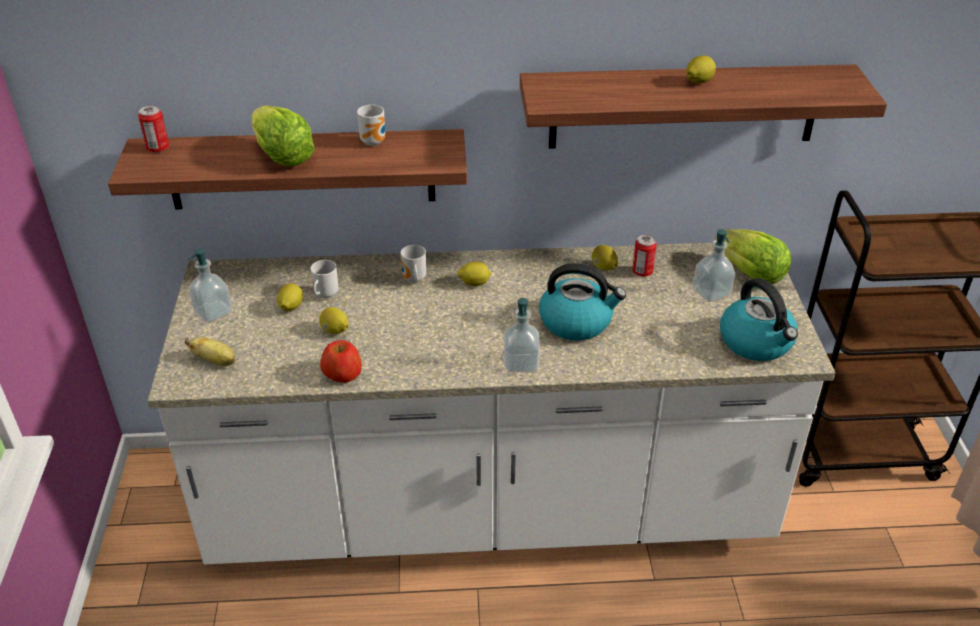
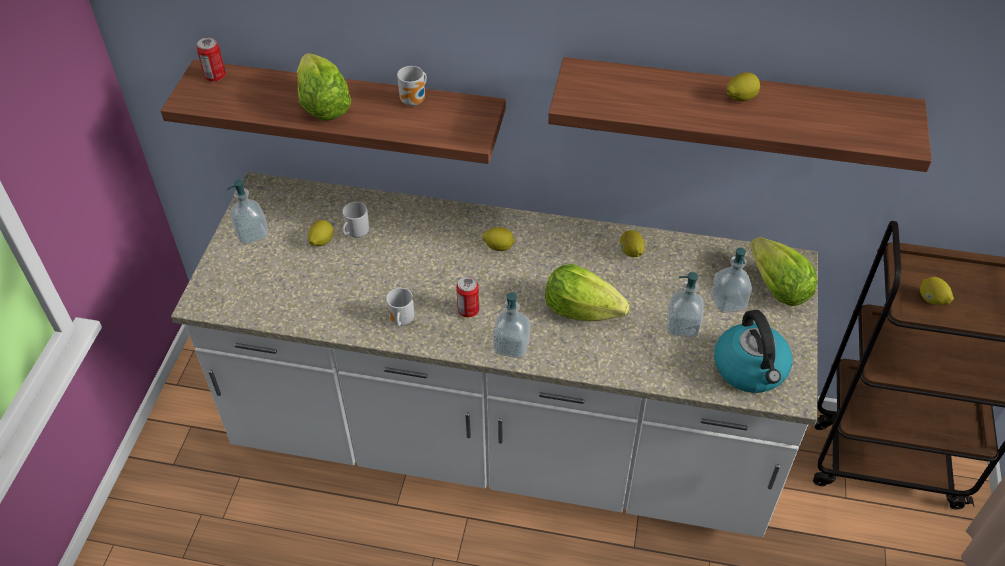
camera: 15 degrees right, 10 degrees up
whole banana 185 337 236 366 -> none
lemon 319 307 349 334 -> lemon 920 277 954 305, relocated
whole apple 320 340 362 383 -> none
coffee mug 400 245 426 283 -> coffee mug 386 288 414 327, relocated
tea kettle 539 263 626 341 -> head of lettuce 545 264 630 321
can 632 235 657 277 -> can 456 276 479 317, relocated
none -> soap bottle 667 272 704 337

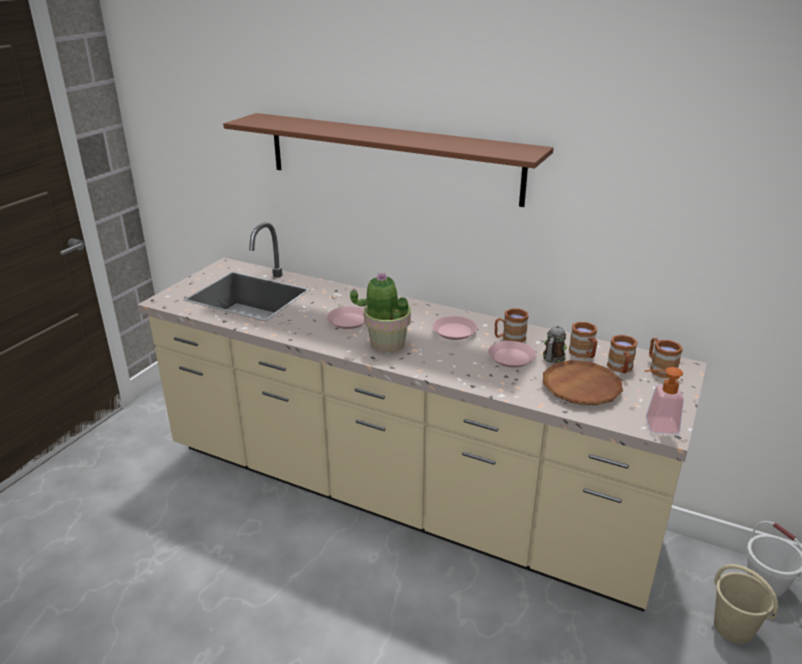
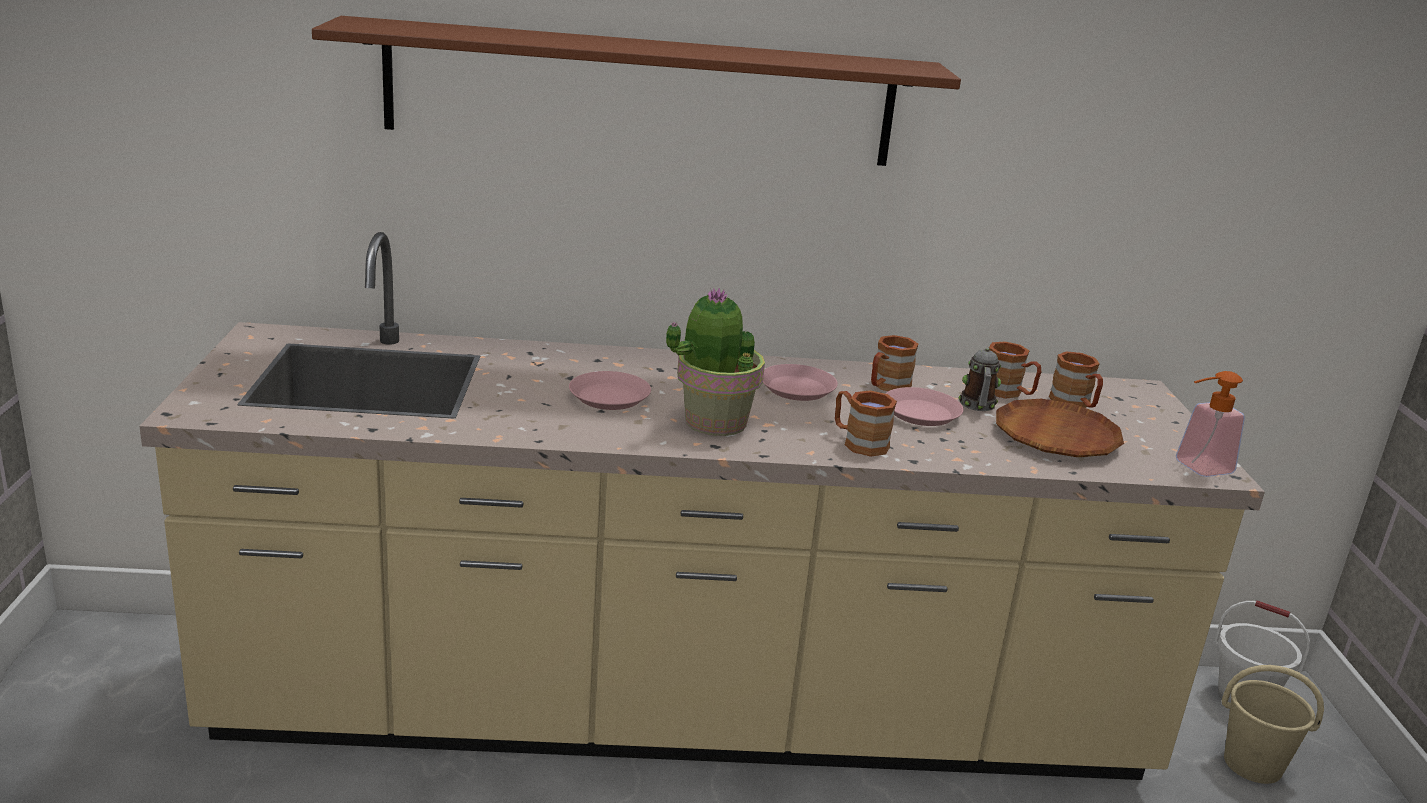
camera: 30 degrees left, 5 degrees down
coffee mug/brown 649 338 683 378 -> coffee mug/brown 835 390 897 457, relocated

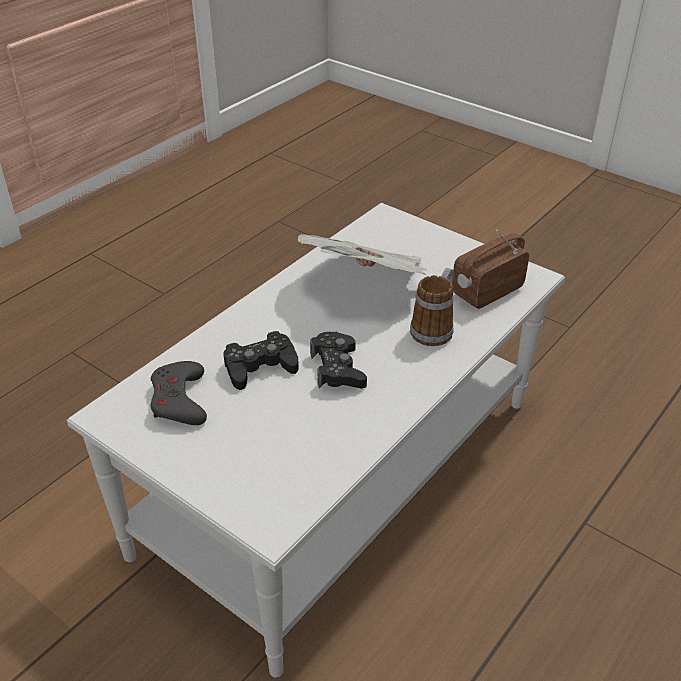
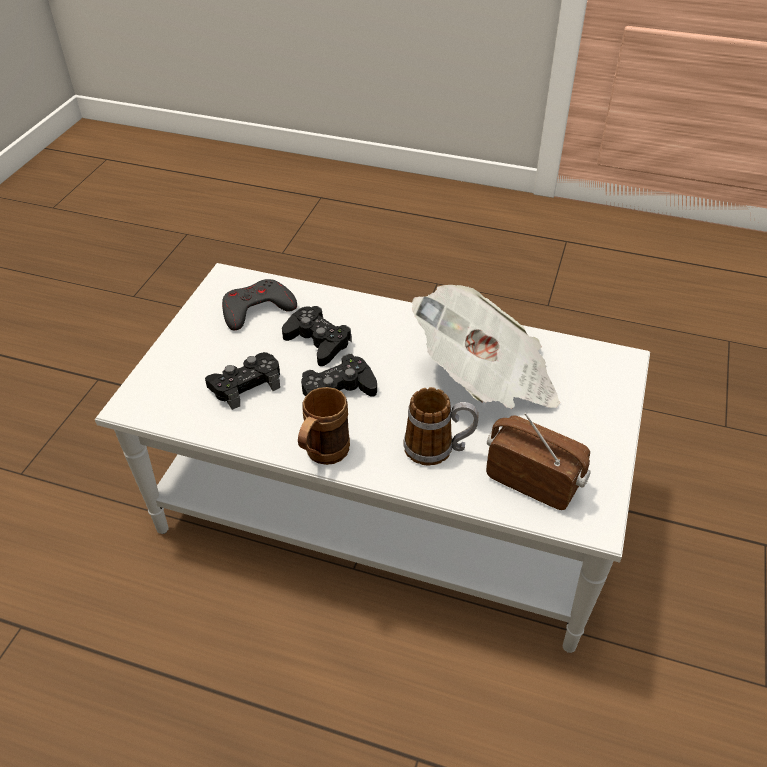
camera: 70 degrees right, 5 degrees up
none -> game controller/blackish 205 352 280 410
none -> coffee mug/brown 298 387 350 465

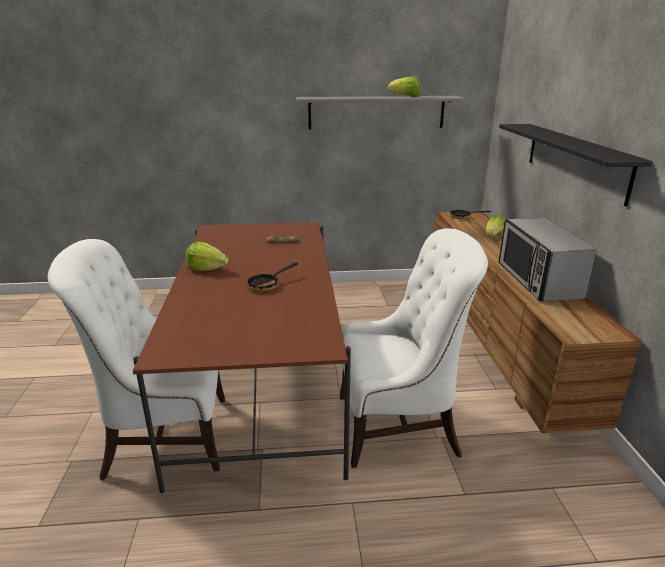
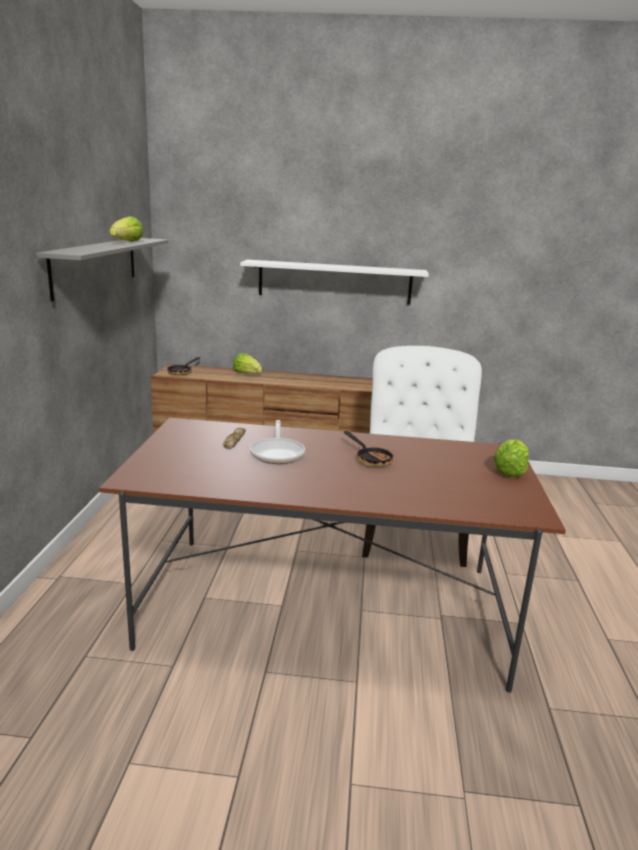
camera: 80 degrees left, 5 degrees down
upright chair/white-coloured 48 239 225 481 -> none
head of lettuce 185 242 229 271 -> head of lettuce 493 440 529 477, relocated
wall shelf/blackish 499 124 653 207 -> wall shelf/white-coloured 240 260 429 305
microwave oven 499 218 596 301 -> none
none -> skillet 250 420 305 464

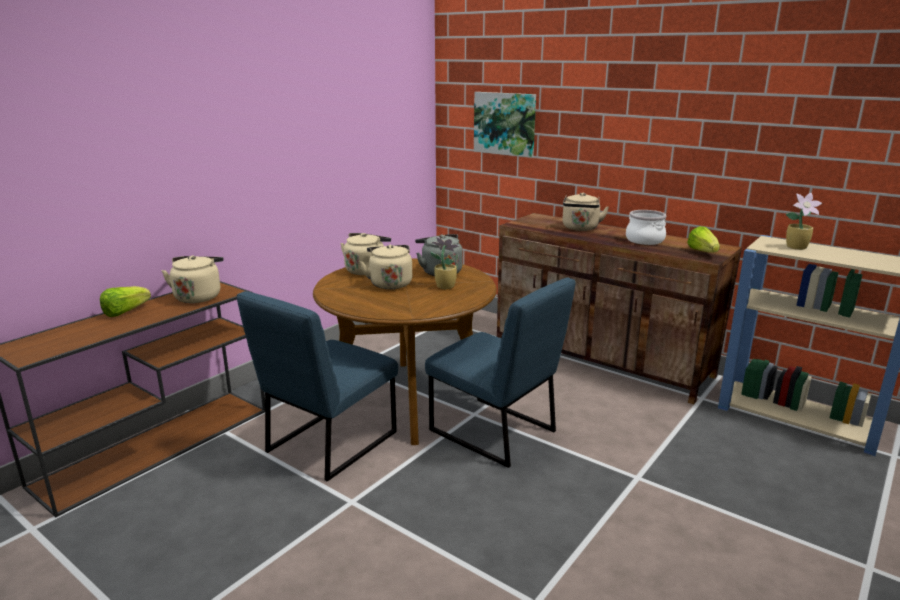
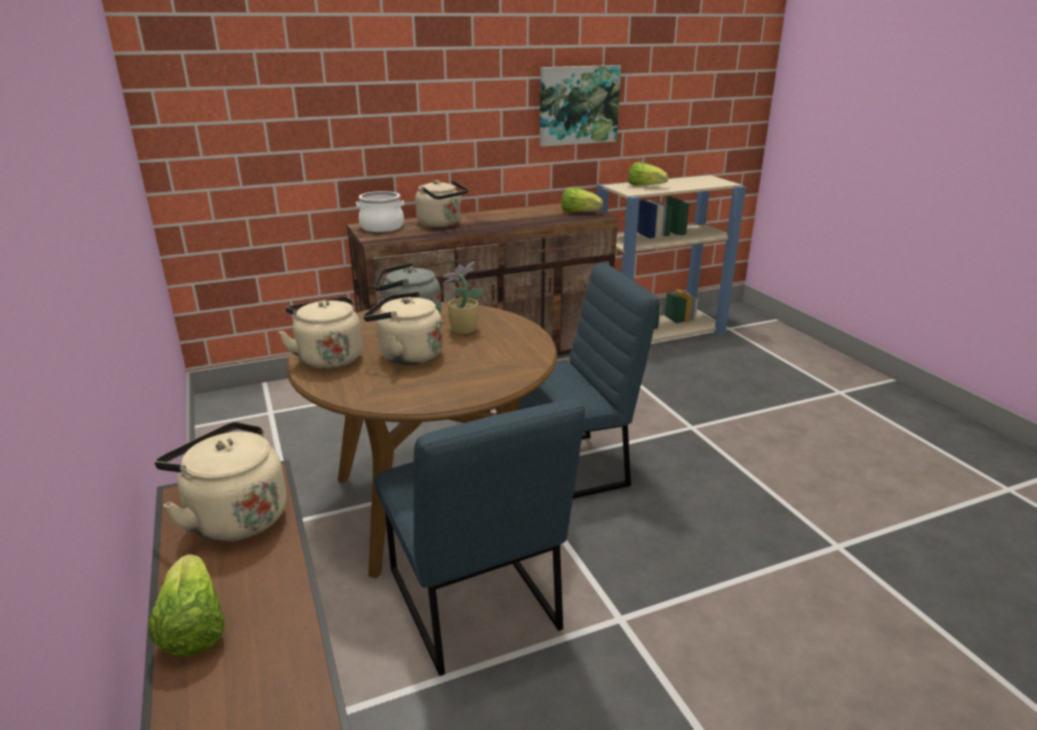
camera: 60 degrees left, 5 degrees up
wall art 474 92 536 158 -> wall art 540 65 621 147, relocated
cooking pot 626 210 666 245 -> cooking pot 356 191 405 232, relocated
houseplant 785 193 822 250 -> head of lettuce 628 162 669 186

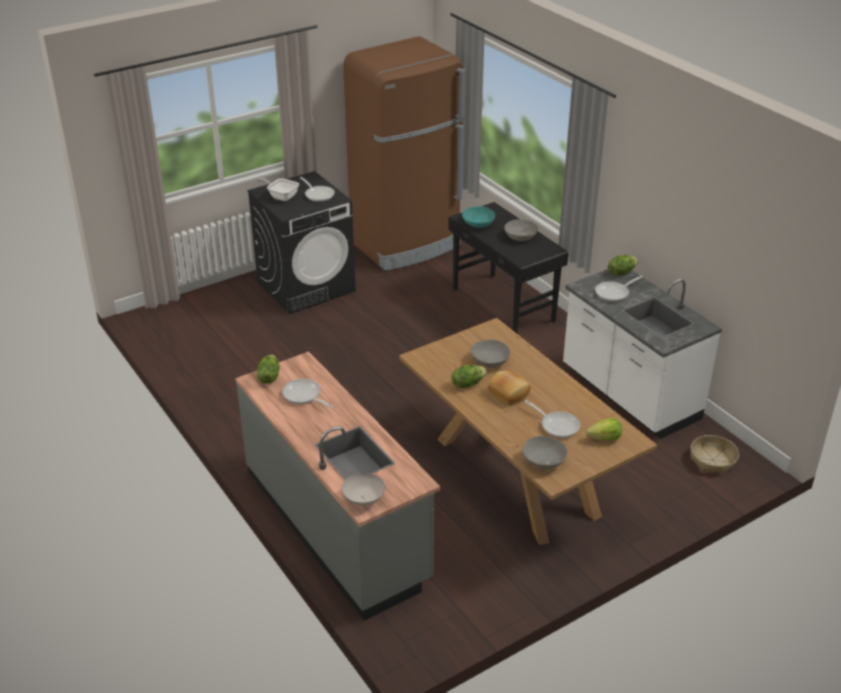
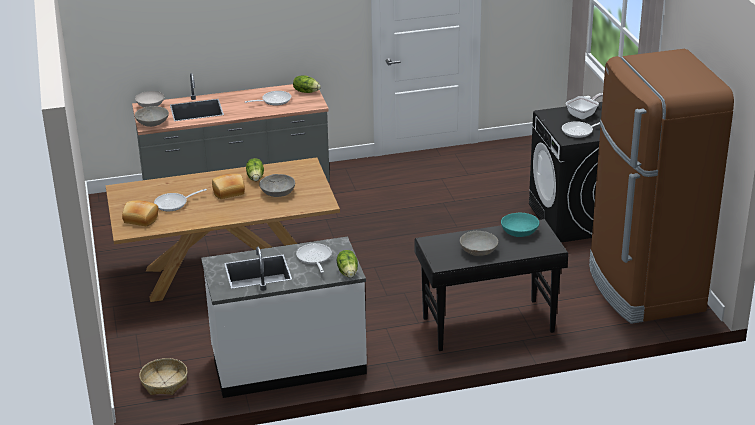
camera: 110 degrees right, 5 degrees down
serving bowl/gray 522 436 568 469 -> serving bowl/gray 135 106 169 127, relocated
head of lettuce 586 418 622 441 -> baked bread 122 201 158 226

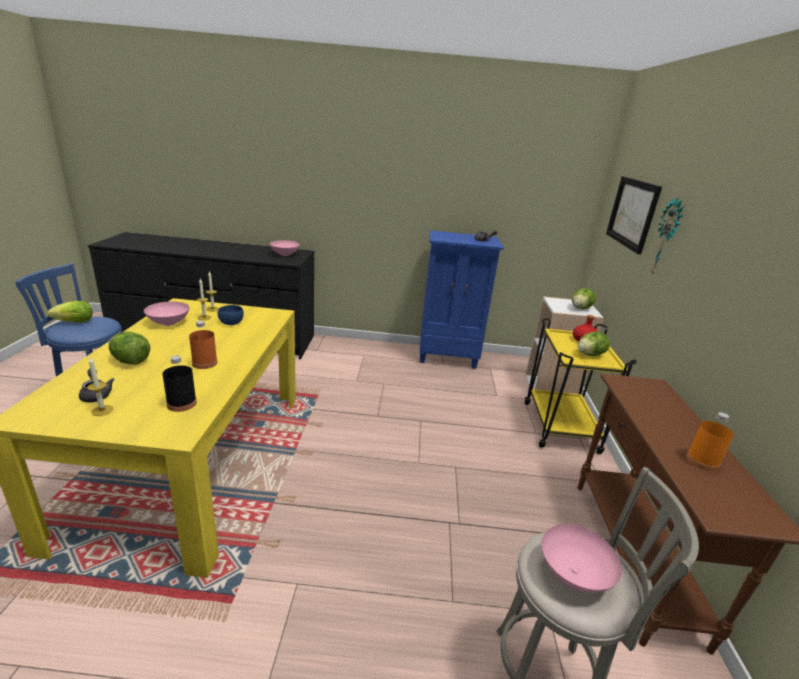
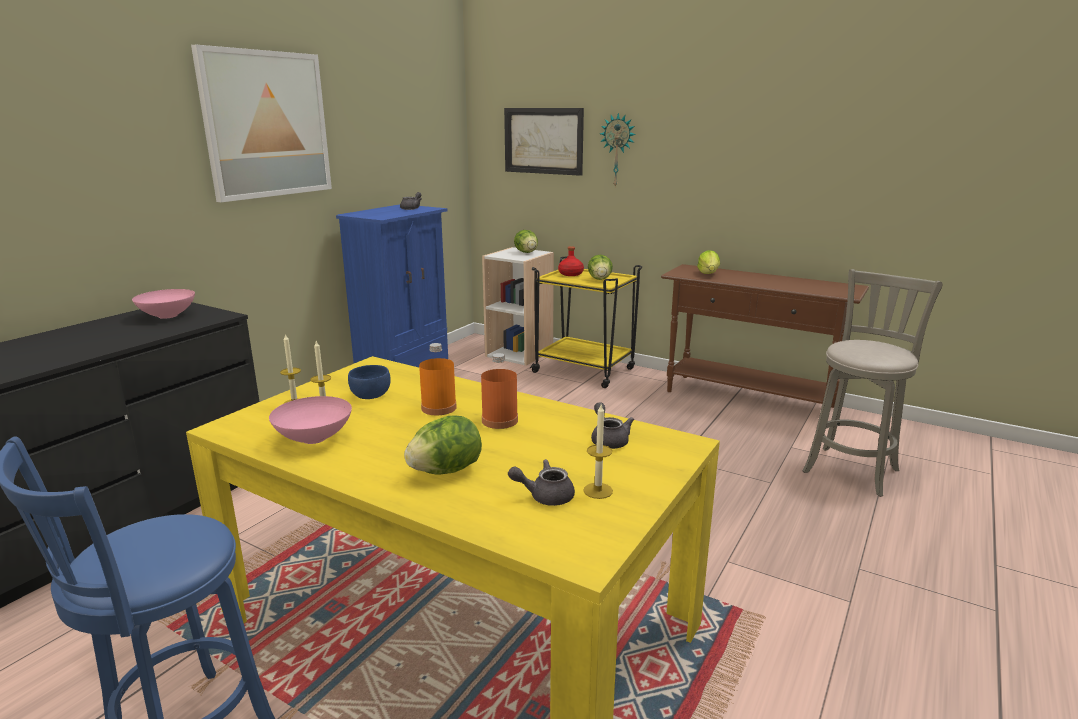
camera: 60 degrees left, 5 degrees down
head of lettuce 48 301 93 322 -> head of lettuce 697 250 720 274, relocated
beverage bottle/blackish 162 356 197 412 -> teapot/gray 591 402 634 449
serving bowl/pink-coloured 541 524 622 593 -> none
beverage bottle/orangey 686 412 734 471 -> beverage bottle/orangey 419 343 457 415, relocated
none -> wall art 191 45 332 202

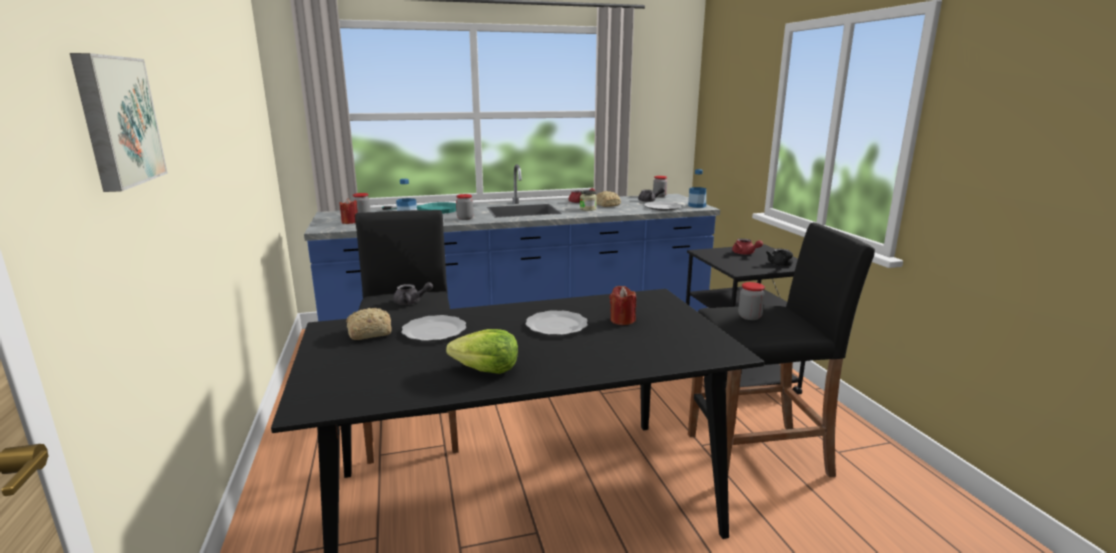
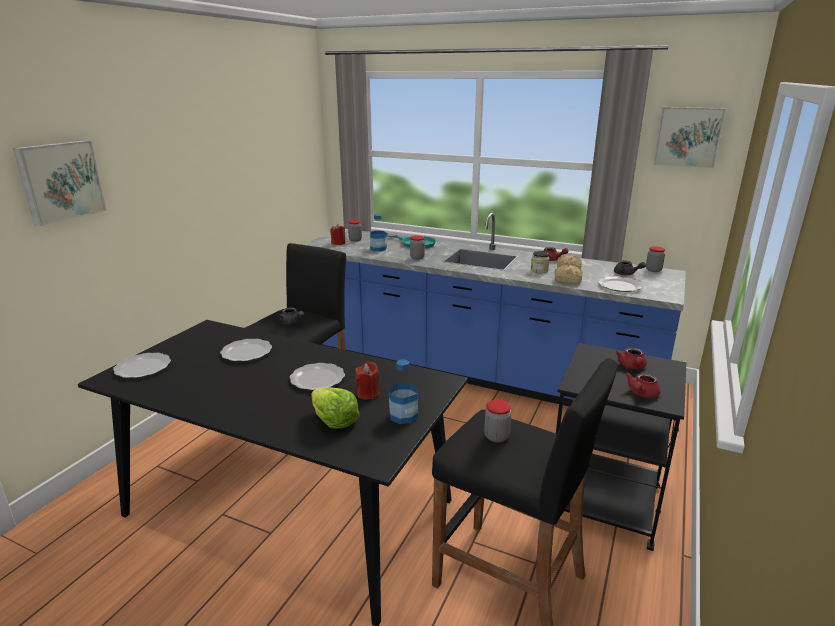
camera: 40 degrees right, 5 degrees up
baked bread 346 308 392 340 -> baked bread 555 265 583 284, relocated
head of lettuce 446 329 518 374 -> head of lettuce 311 387 359 429, relocated
beverage bottle 688 169 706 208 -> beverage bottle 389 359 418 424, relocated
teapot/blackish 766 249 793 266 -> teapot/reddish 625 372 660 398
none -> dinner plate 113 353 171 378
none -> wall art 653 107 726 168

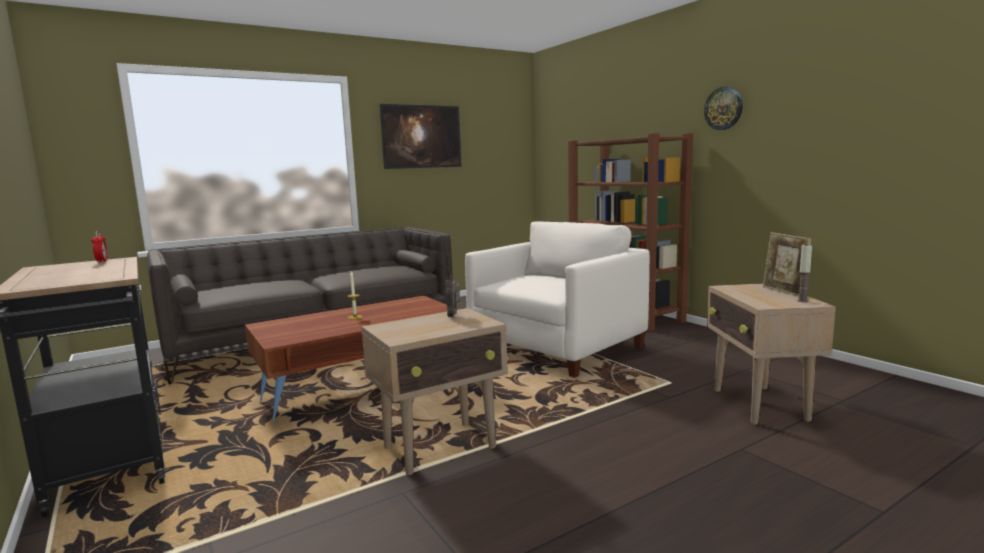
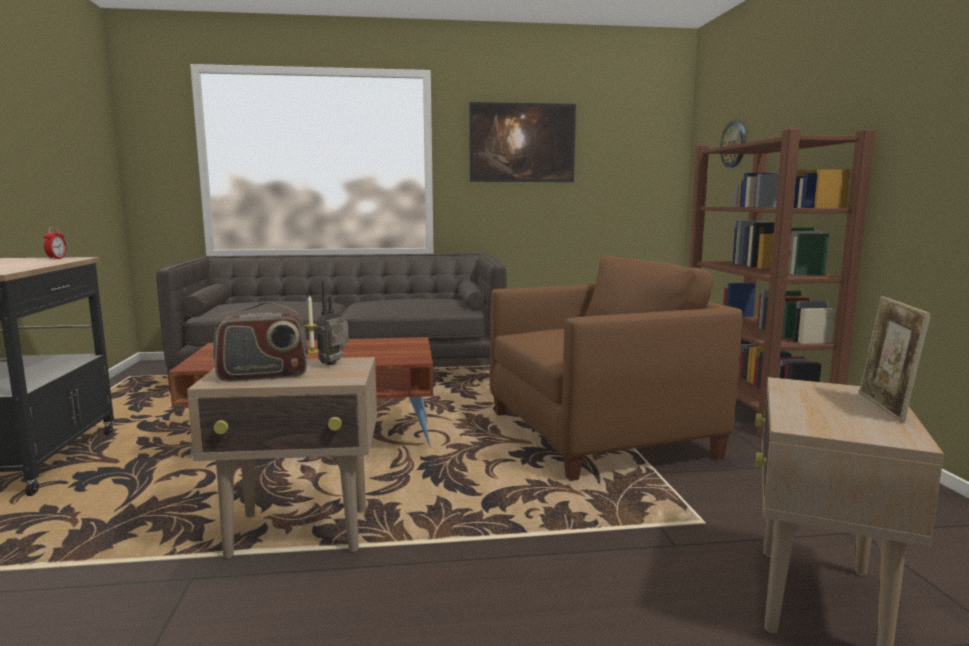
camera: 25 degrees right, 0 degrees up
lounge chair/white-coloured 465 221 650 378 -> lounge chair/brown 489 256 743 481
wall clock 704 87 743 130 -> wall clock 720 121 746 168, relocated
wax candle 797 245 812 302 -> none
none -> radio set 213 302 308 382

